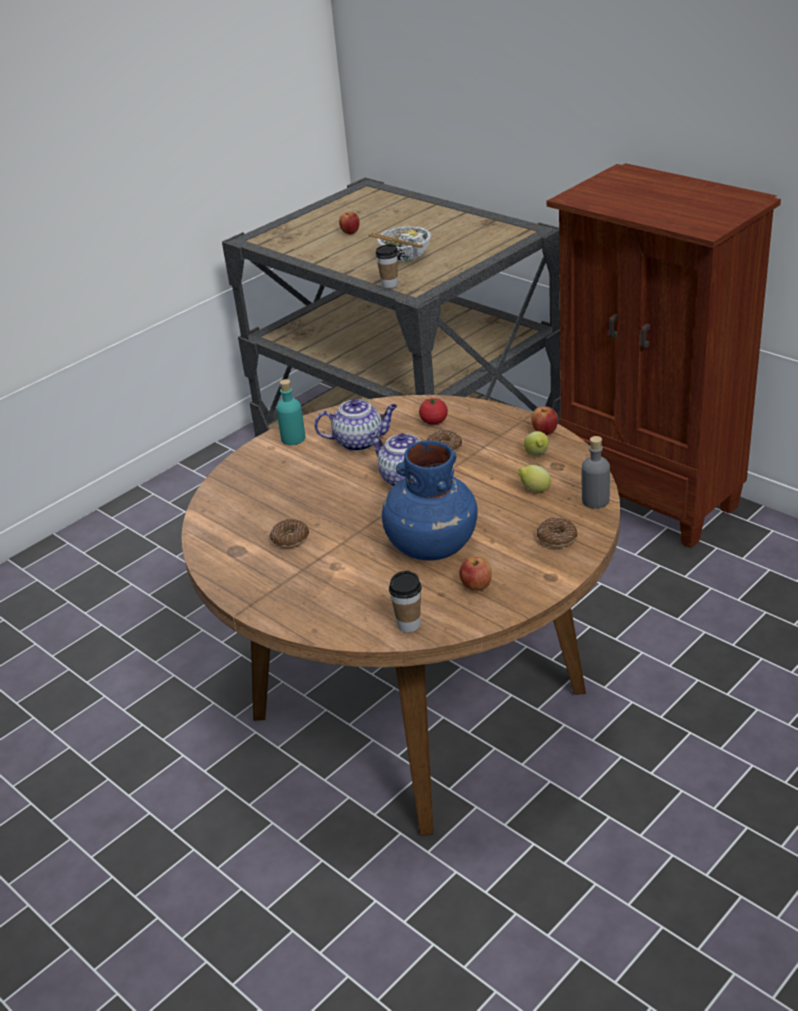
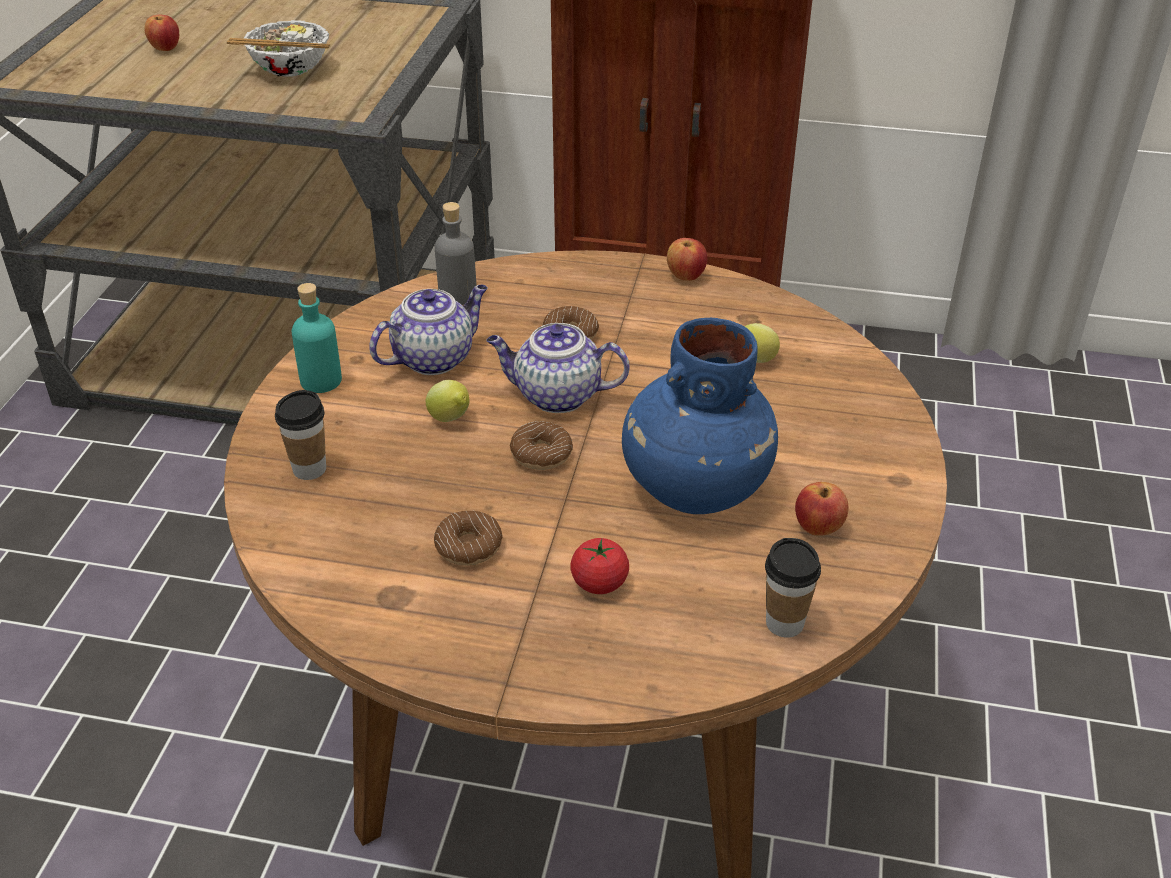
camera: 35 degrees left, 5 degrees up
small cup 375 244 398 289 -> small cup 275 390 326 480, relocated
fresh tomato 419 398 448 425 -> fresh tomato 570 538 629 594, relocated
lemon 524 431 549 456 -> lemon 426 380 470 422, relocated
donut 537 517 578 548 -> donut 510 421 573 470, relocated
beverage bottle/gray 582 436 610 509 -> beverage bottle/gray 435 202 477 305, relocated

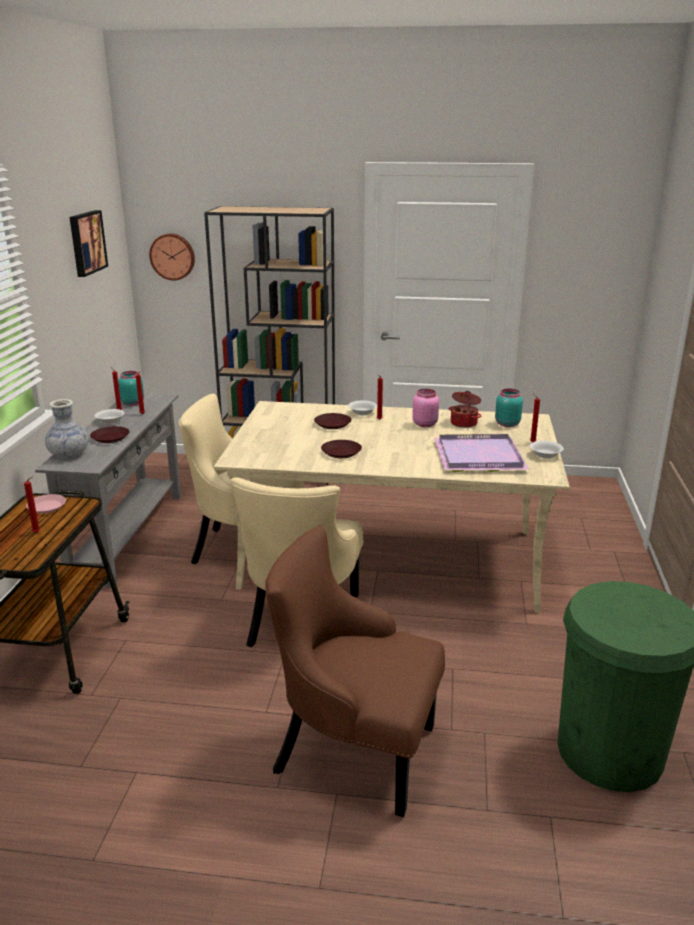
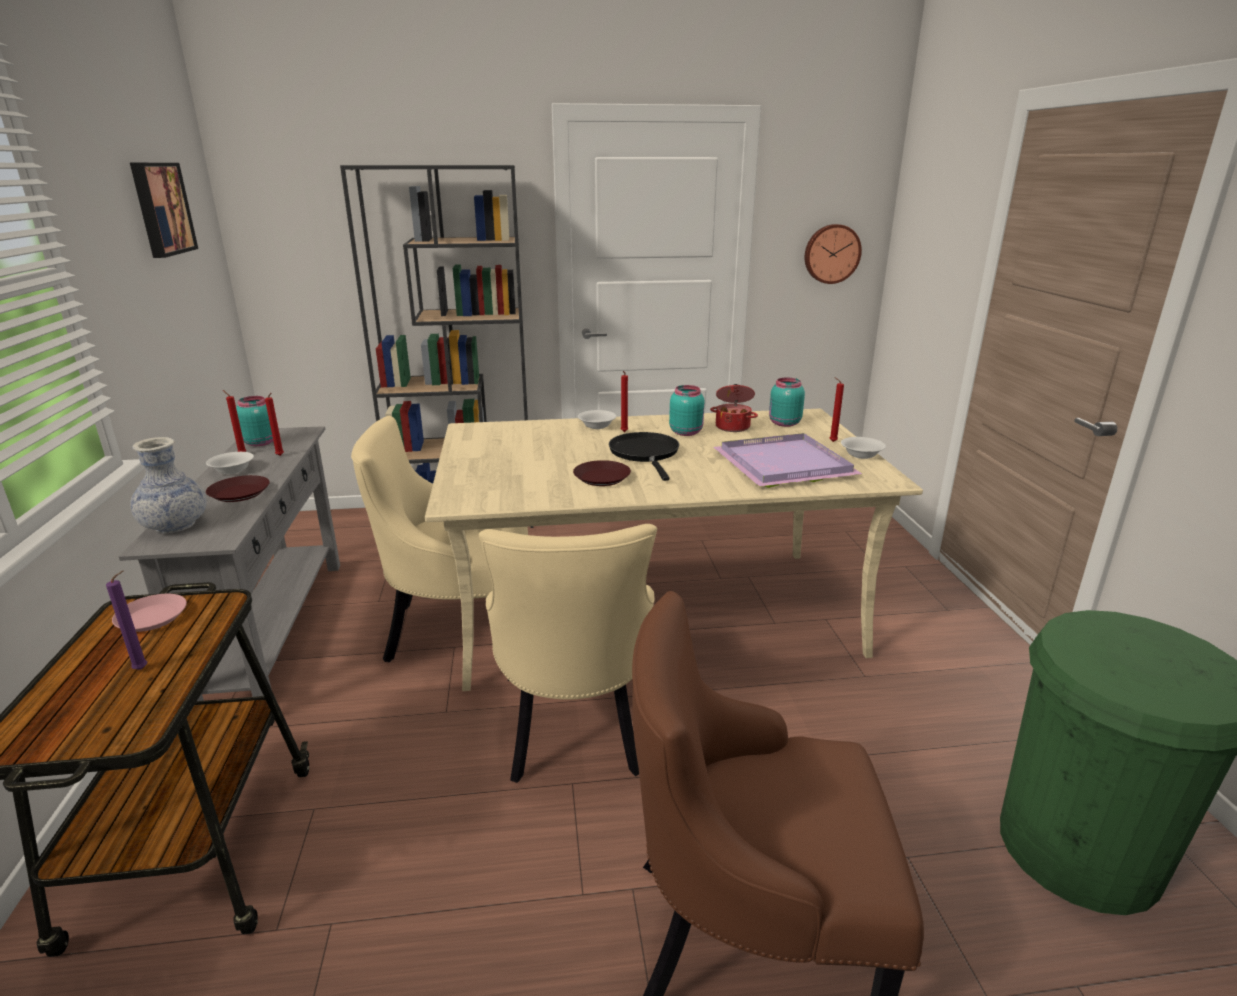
camera: 15 degrees left, 0 degrees up
wax candle/reddish 24 477 40 533 -> wax candle/purple 106 570 147 670
wall clock 149 234 195 280 -> wall clock 805 224 862 284, relocated
dinner plate/brown 314 413 352 429 -> none
storage jar/pink-coloured 412 389 439 427 -> storage jar/blue-green 669 385 704 436
none -> skillet/blackish 609 432 679 481

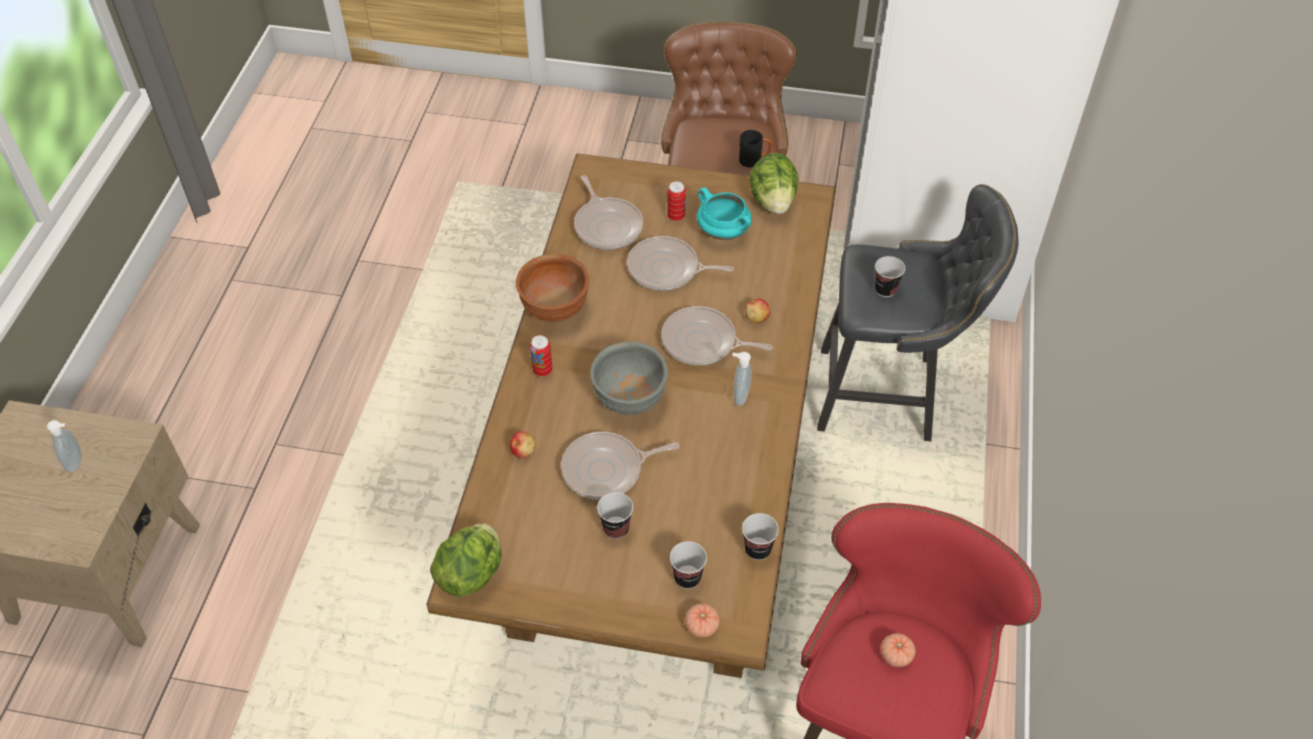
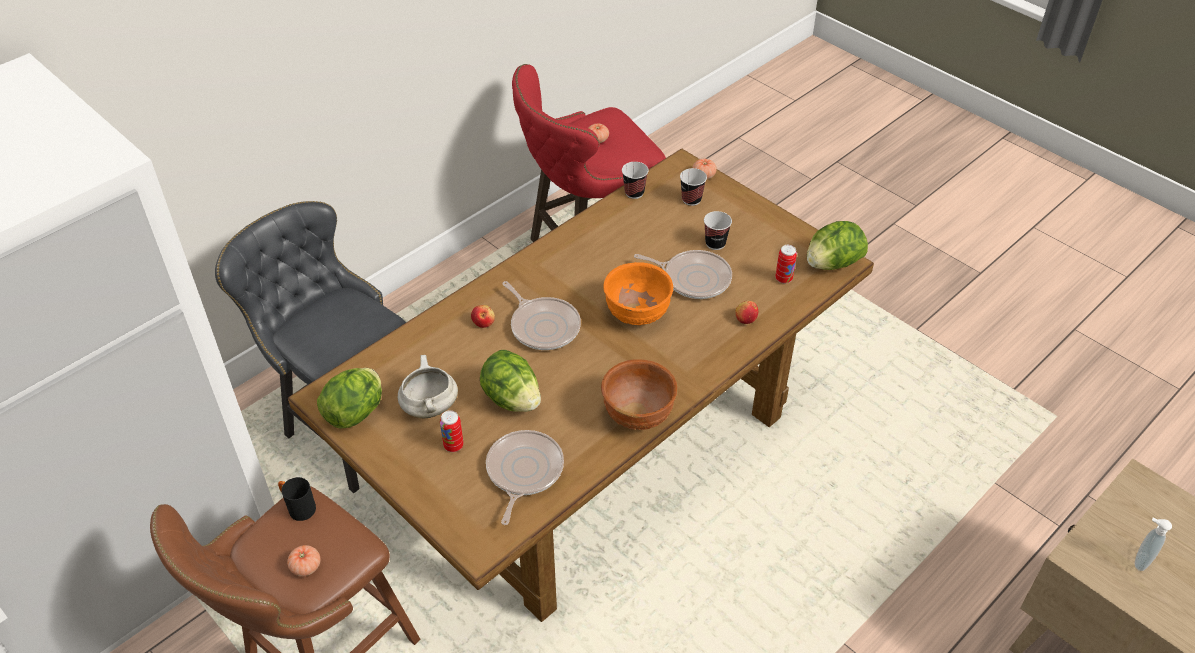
camera: 145 degrees left, 5 degrees down
can 530 335 552 377 -> can 775 245 797 284, relocated
serving bowl/gray 590 342 668 415 -> serving bowl/orangey 603 262 673 325
skillet 627 236 734 291 -> head of lettuce 480 350 541 412
cooking pot/blue-green 697 187 752 240 -> cooking pot/white-coloured 398 355 458 418
soap bottle 732 352 752 406 -> none
small cup 875 256 905 297 -> none
none -> fresh tomato 287 545 321 576

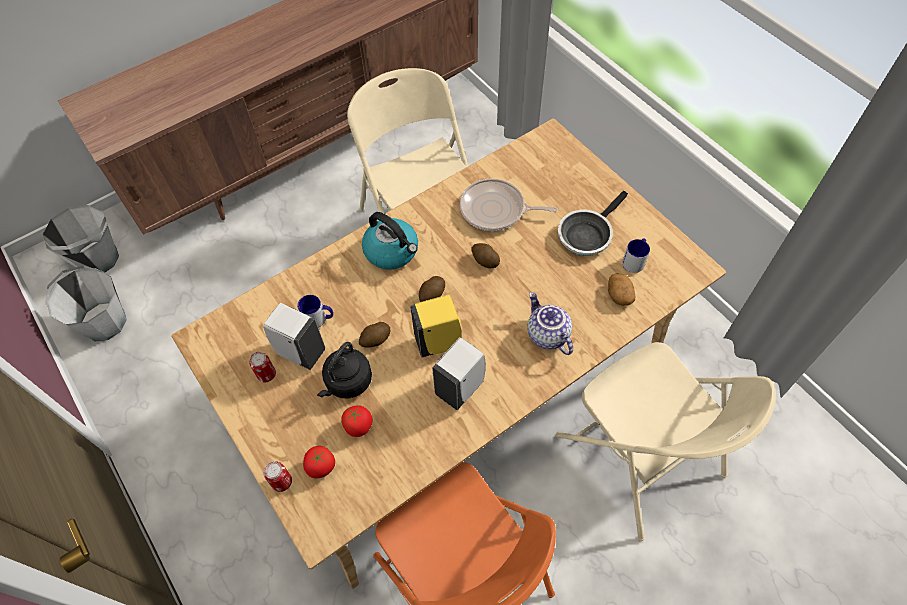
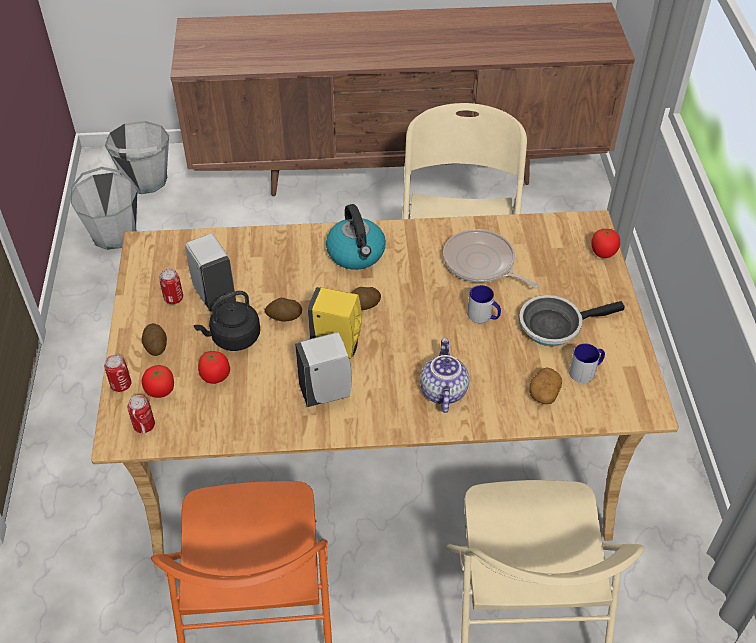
camera: 30 degrees right, 10 degrees down
coffee mug 297 295 333 327 -> coffee mug 467 285 501 323, relocated
spud 472 243 500 268 -> spud 142 323 167 356, relocated
none -> can 127 395 155 433
none -> fresh tomato 591 229 620 258

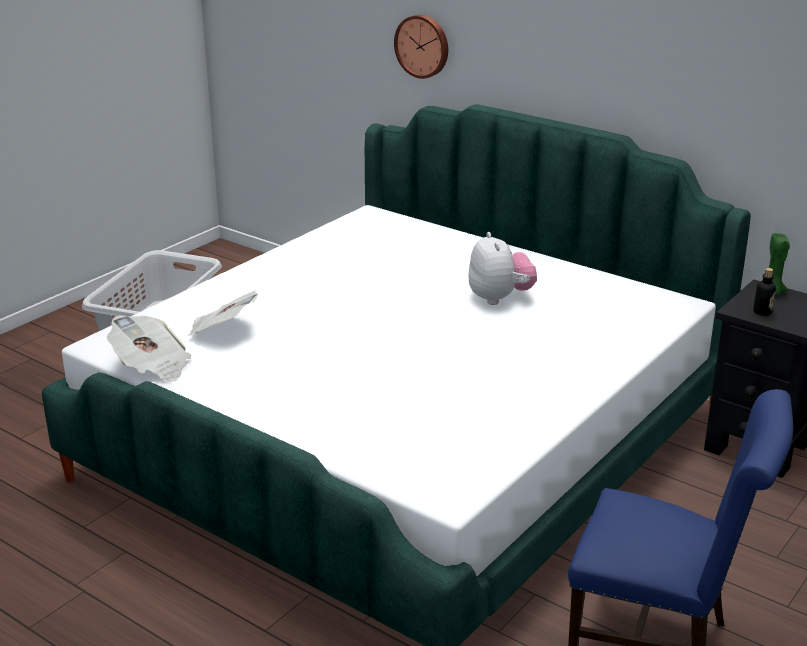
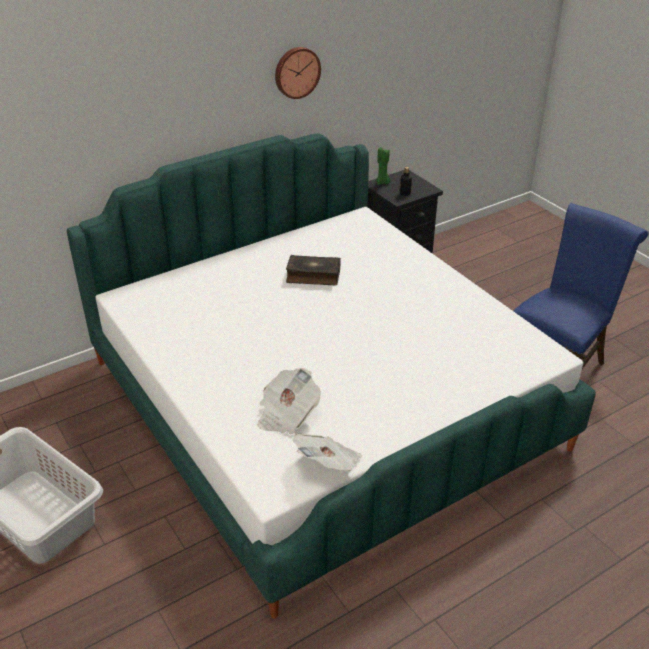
camera: 70 degrees left, 10 degrees up
wall clock 394 15 448 79 -> wall clock 275 47 321 99, relocated
cuddly toy 468 232 537 305 -> book 286 255 341 285

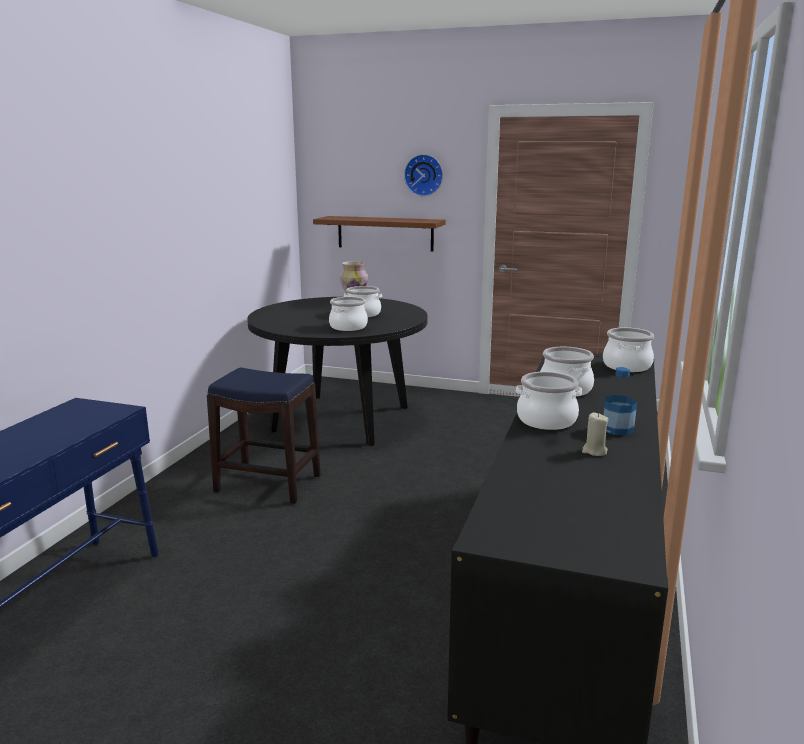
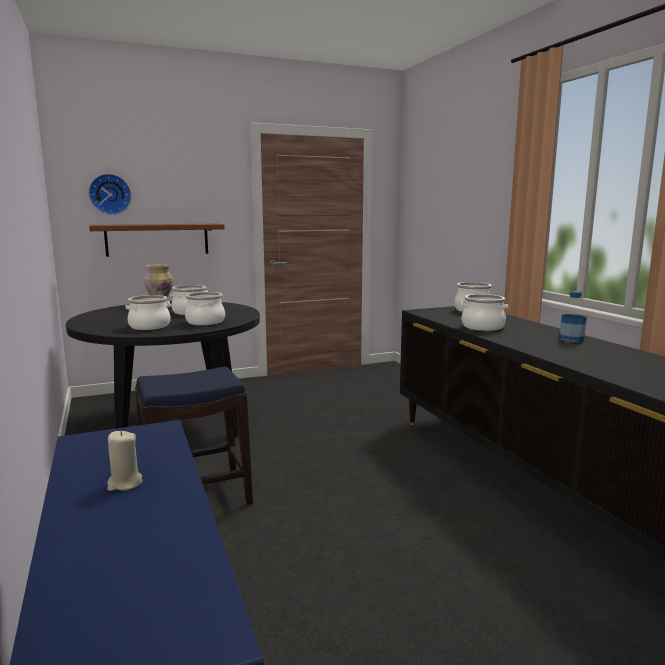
camera: 40 degrees left, 5 degrees down
wall clock 404 154 443 197 -> wall clock 88 174 132 215, relocated
cooking pot 516 372 582 430 -> cooking pot 126 295 171 330, relocated
wax candle/beige 582 413 608 456 -> wax candle/beige 107 430 143 491, relocated

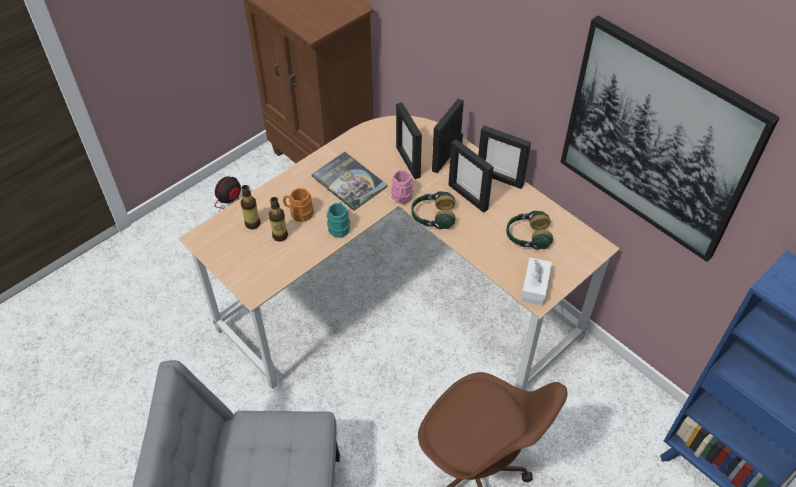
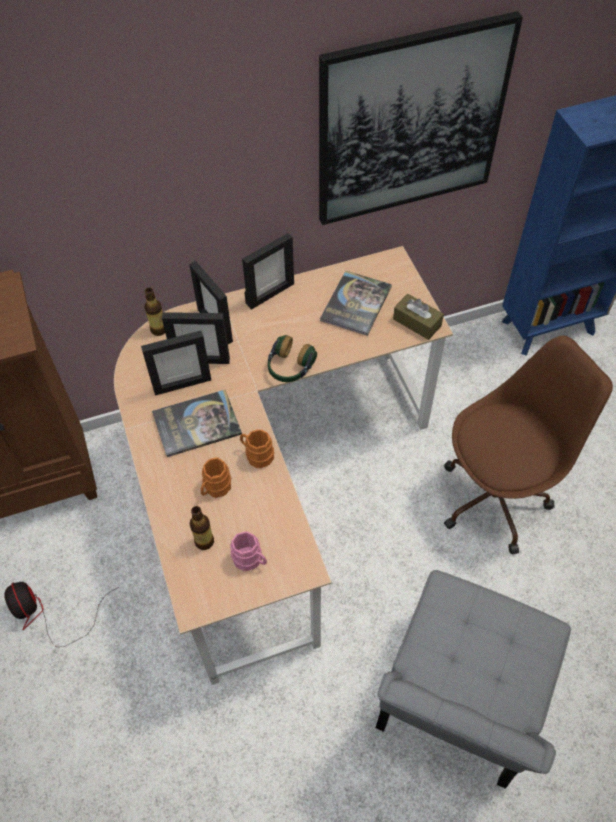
camera: 65 degrees left, 5 degrees up
beverage bottle 269 197 288 242 -> beverage bottle 144 288 165 336, relocated
coffee mug/blue-green 327 202 350 238 -> coffee mug/orangey 240 429 274 468
coffee mug/pink-coloured 391 170 413 204 -> coffee mug/pink-coloured 231 531 267 571, relocated
picture frame 448 139 494 213 -> picture frame 141 331 211 396, relocated
headphones 506 211 553 250 -> book 320 271 392 336
tissue holder/white-coloured 521 258 552 306 -> tissue holder/brown 393 294 444 340

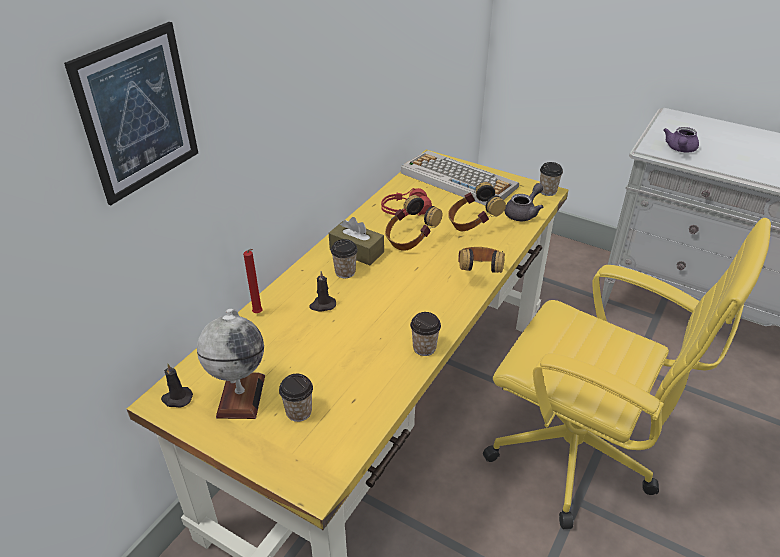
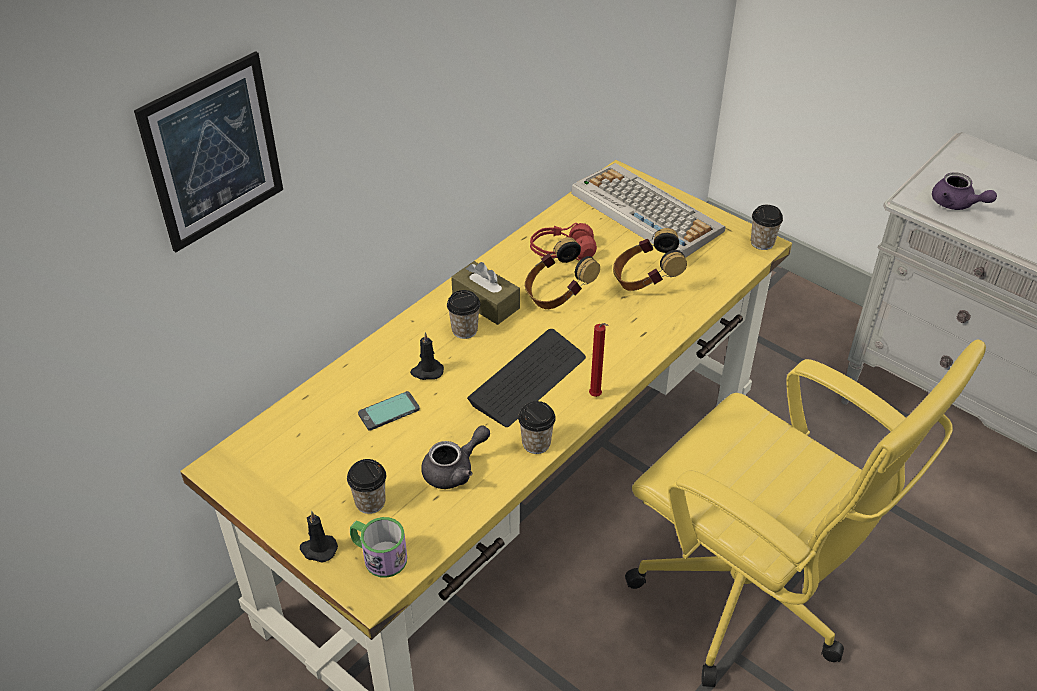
camera: 10 degrees right, 5 degrees up
wax candle/blackish 161 363 193 408 -> wax candle/blackish 300 511 338 562, relocated
world globe 197 309 265 419 -> none
wax candle/reddish 243 249 263 313 -> wax candle/reddish 589 323 609 397, relocated
headphones 458 247 505 273 -> none
teapot/gray 504 183 543 221 -> teapot/gray 421 425 490 489, relocated
teapot/purple 663 127 699 152 -> teapot/purple 932 172 997 210, 75 degrees counterclockwise
none -> coffee mug 350 517 407 578
none -> phone 358 391 420 431
none -> PC keyboard 467 329 586 427

